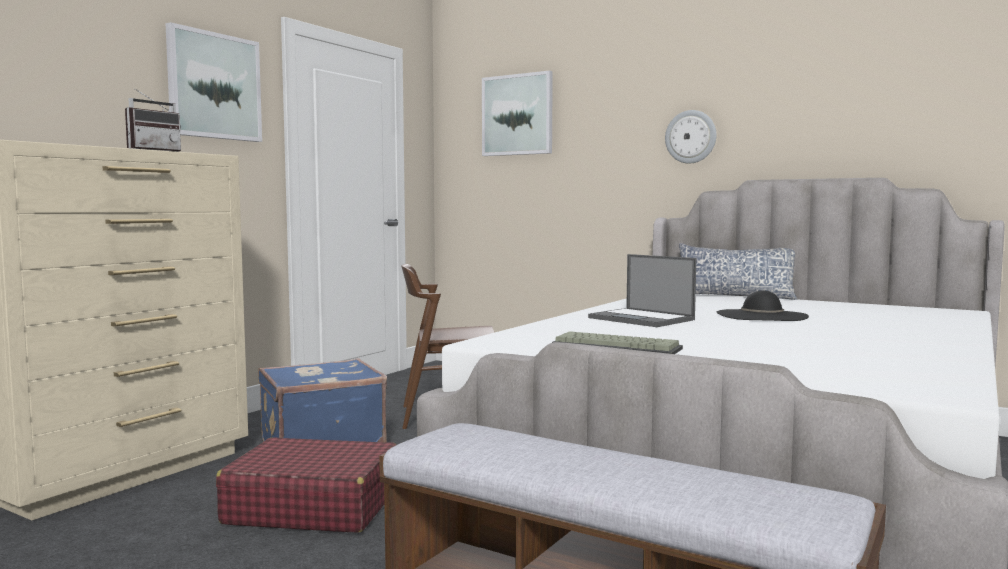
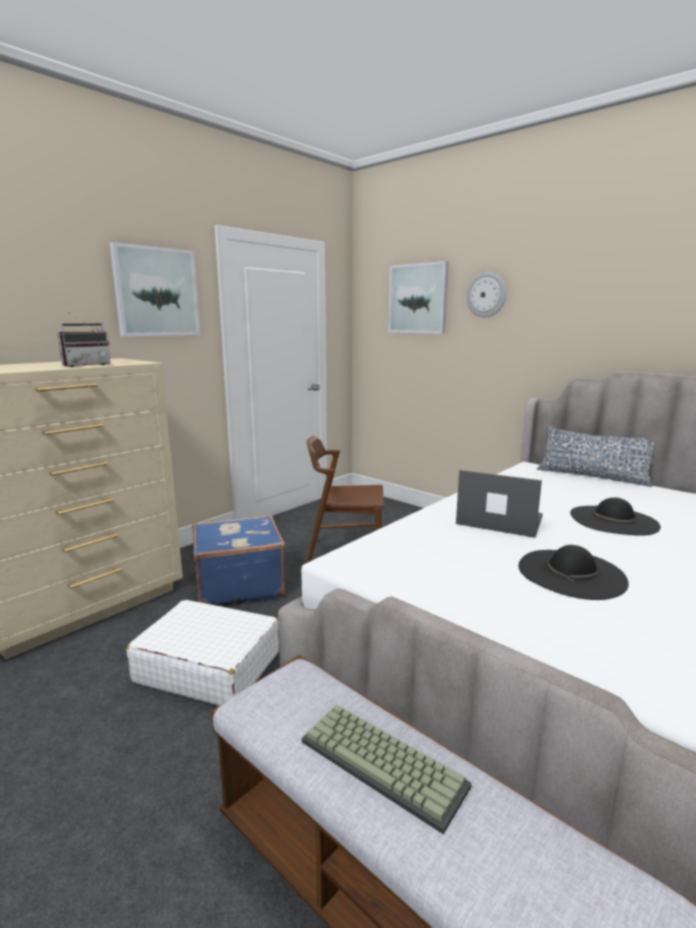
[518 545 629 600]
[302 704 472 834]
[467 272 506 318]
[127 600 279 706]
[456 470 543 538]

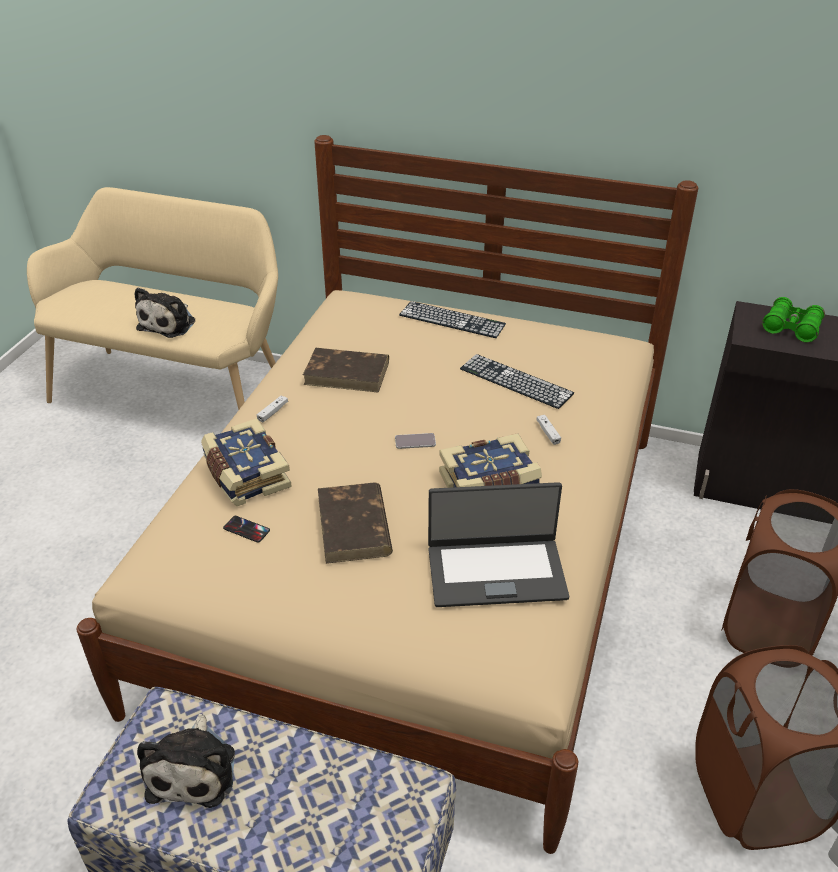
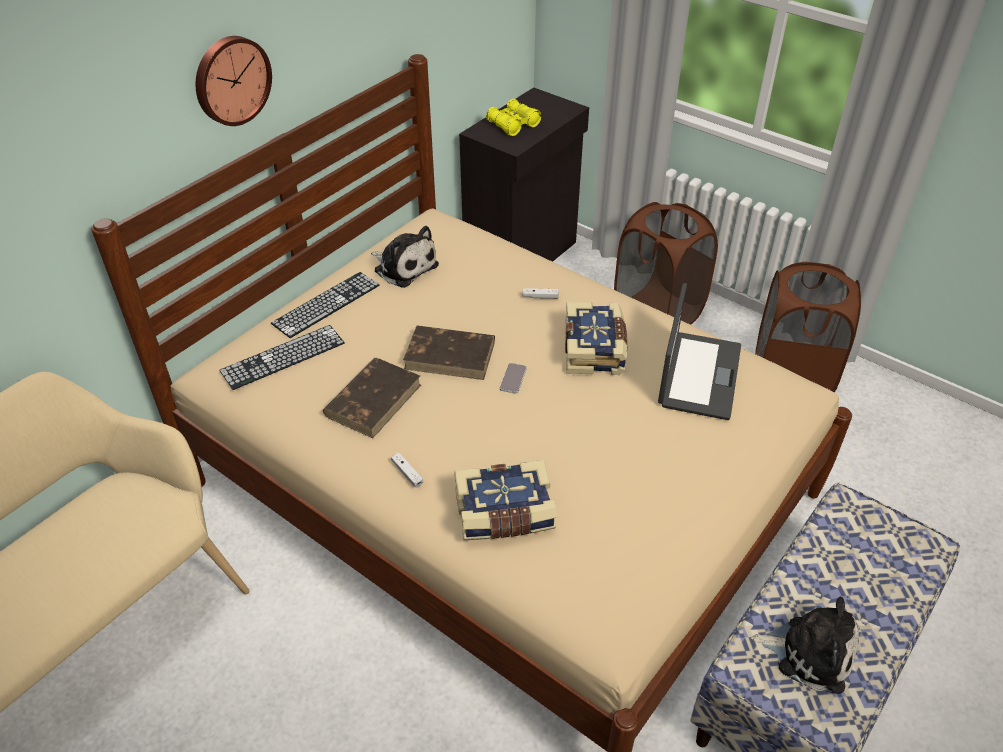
[223 516 270 543] (first image)
[196 36 272 126]
[371 226 439 288]
[403 325 495 380]
[219 325 345 390]
[486 99 542 136]

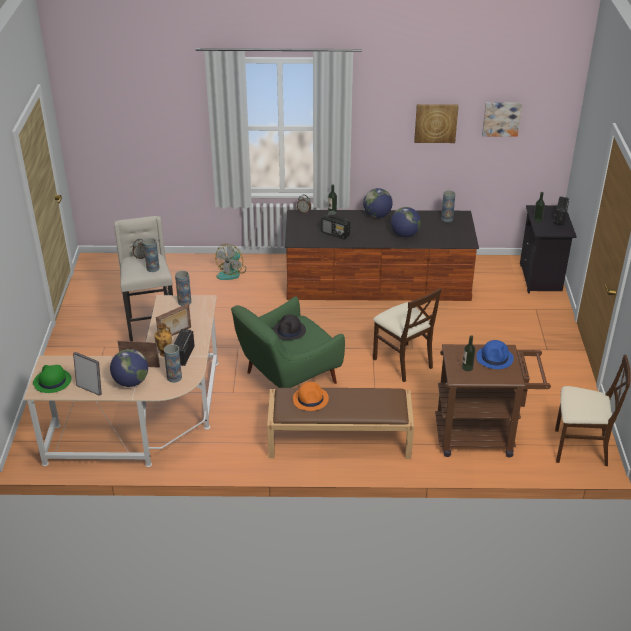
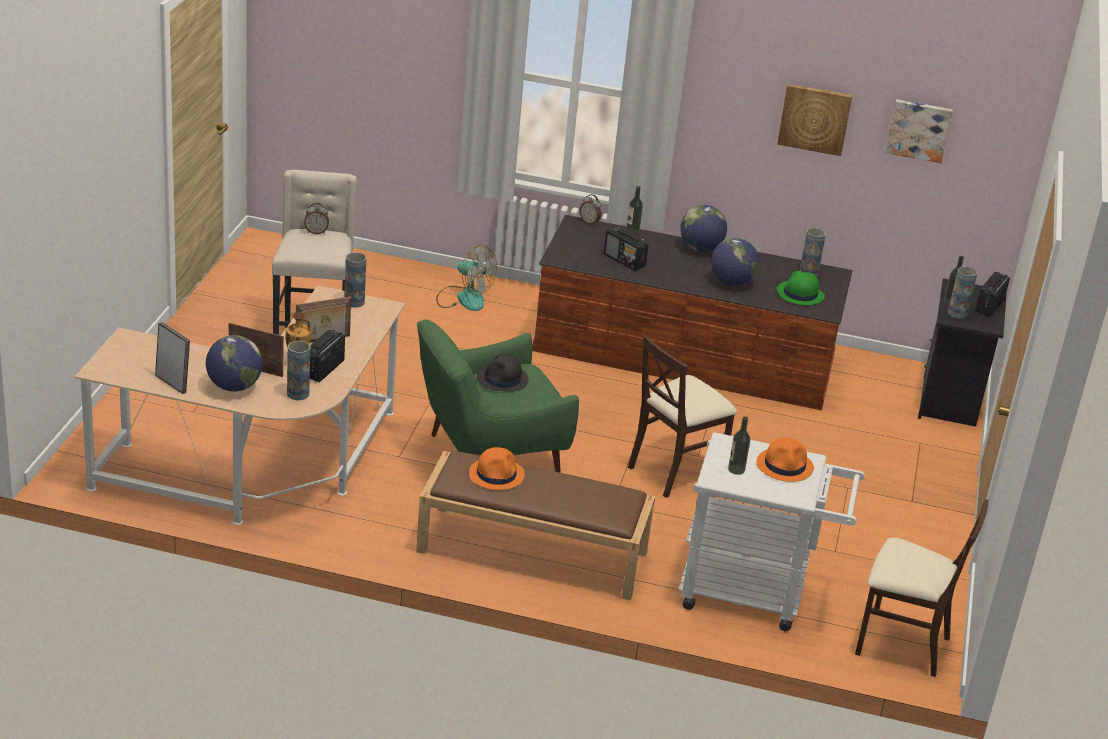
[777 271 825 305]
[948 266 977 319]
[678 432 865 632]
[756 437 814 482]
[436 244 497 311]
[628 335 737 498]

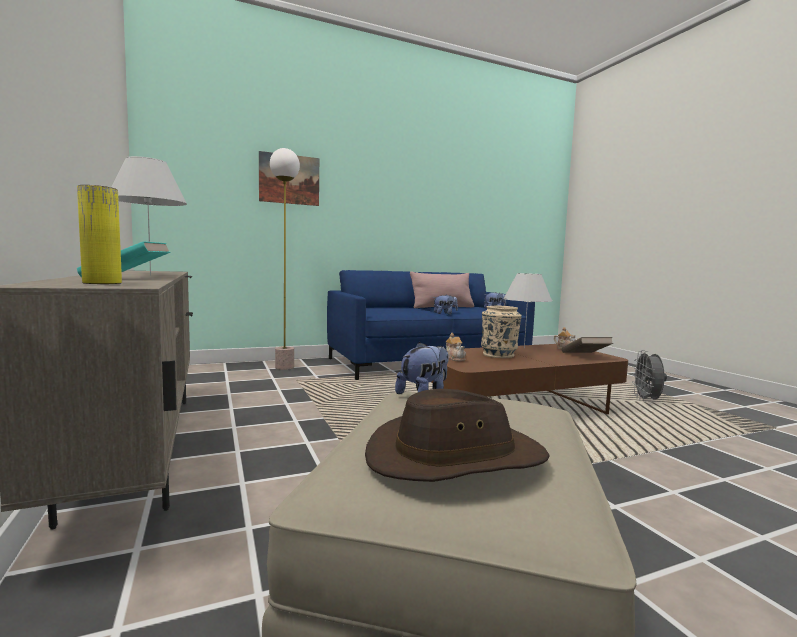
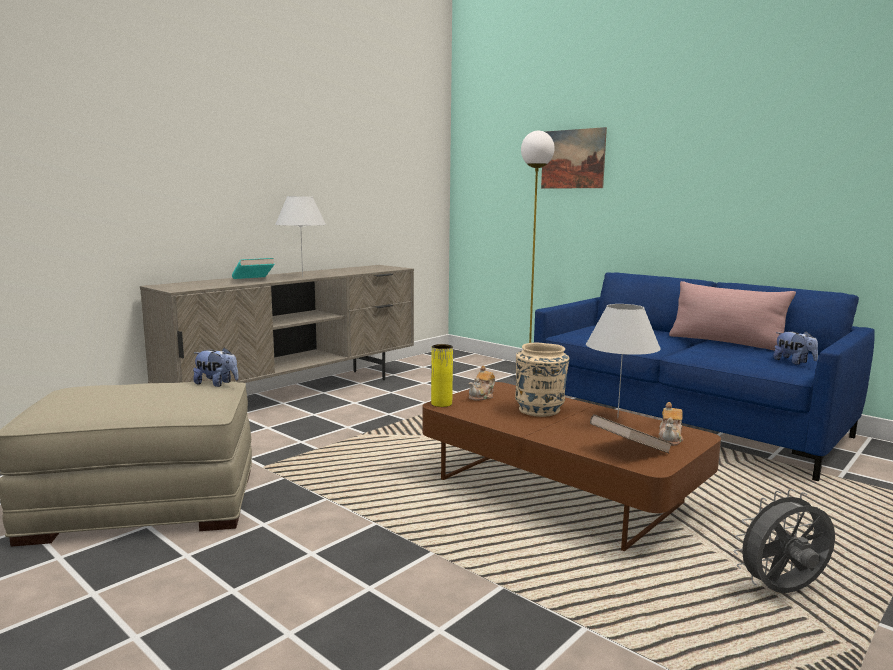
[365 389 550 482] (first image)
[433 295 458 314] (first image)
[431 344 453 407]

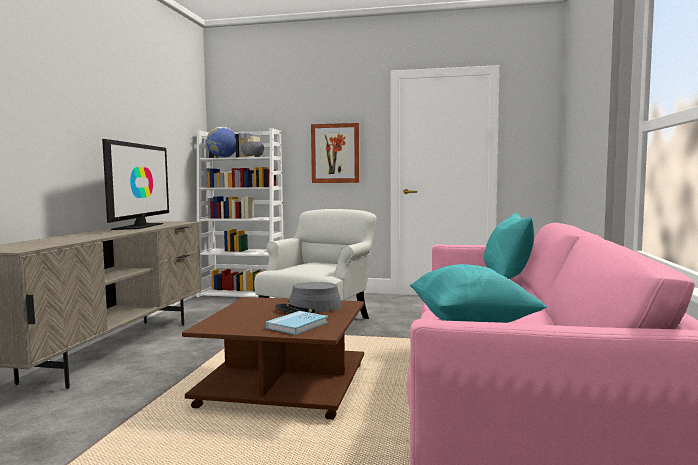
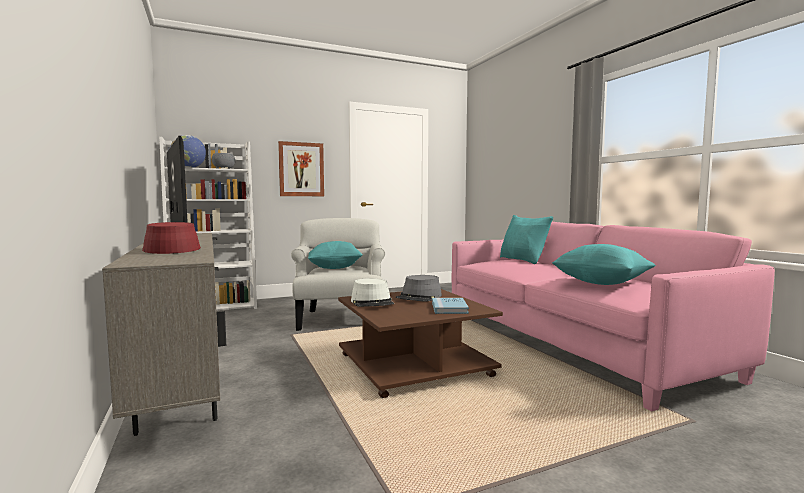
[142 222 201 254]
[308 241 363 269]
[351 278 394 307]

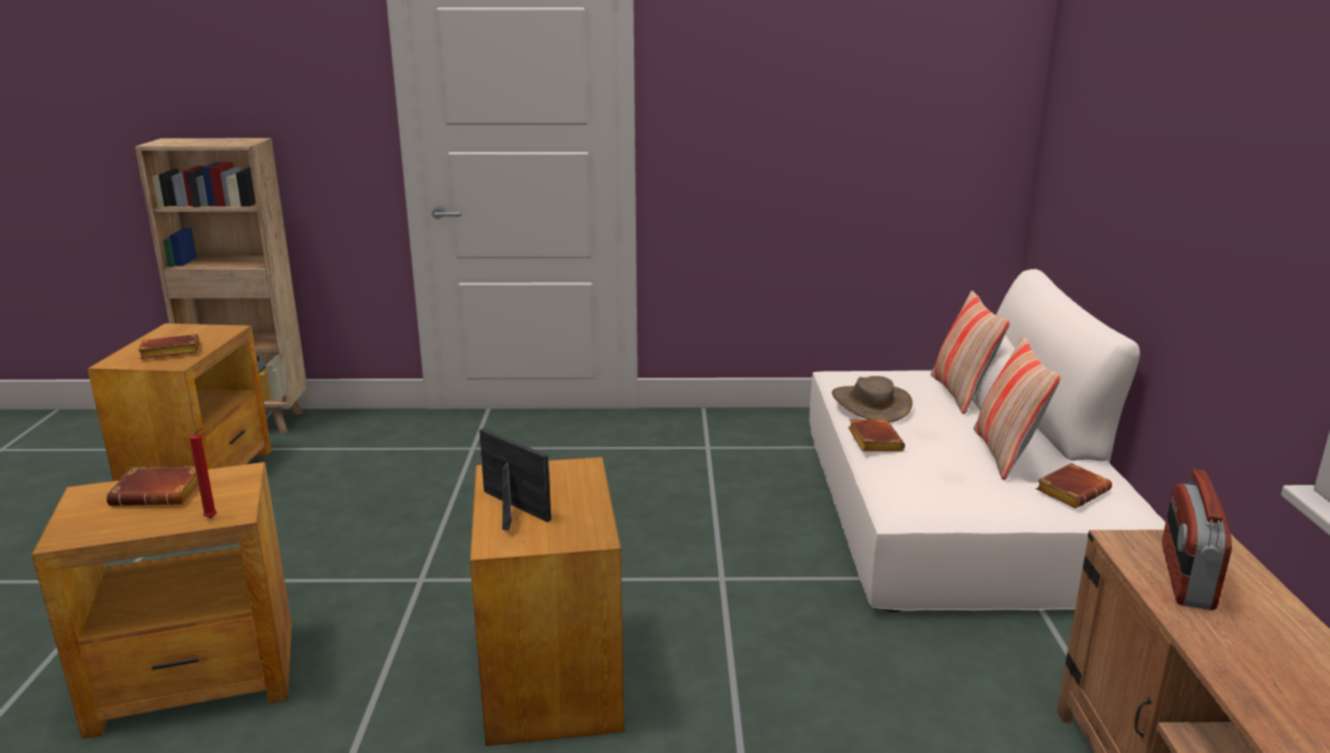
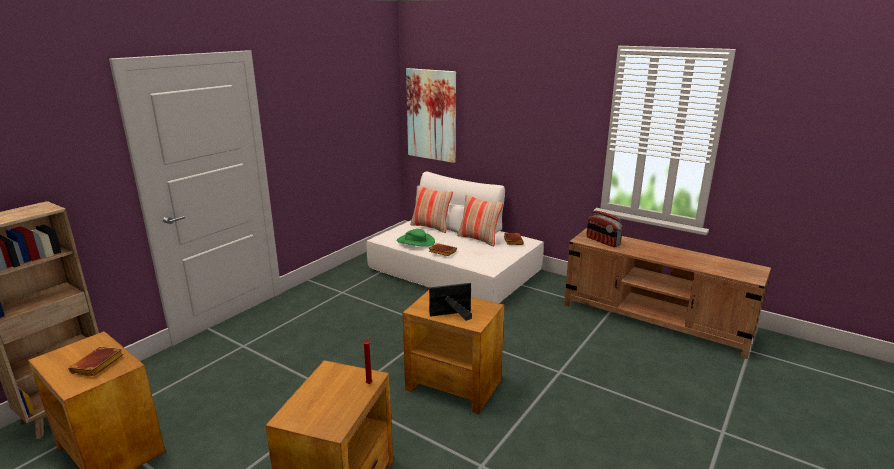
[106 467 198 506] (first image)
[406 68 456 163]
[397 229 435 247]

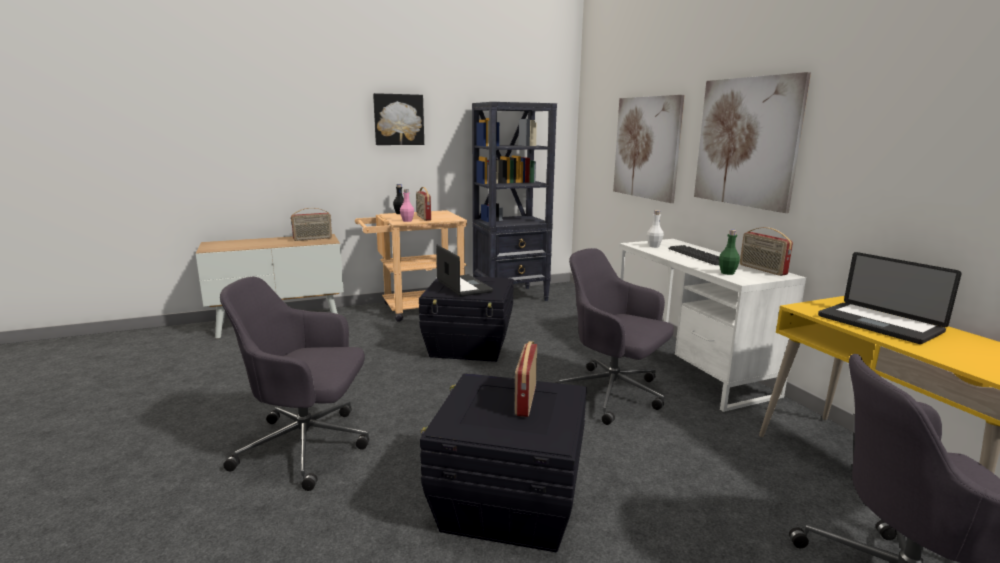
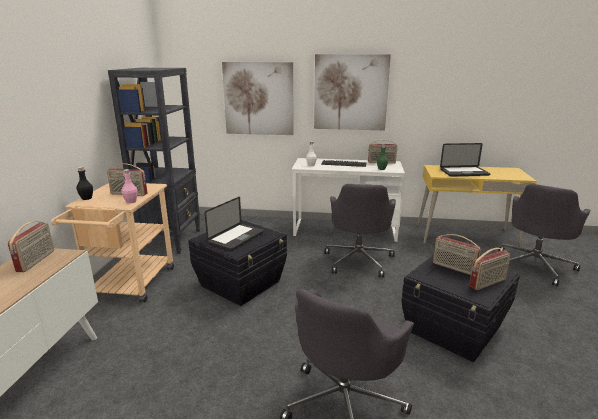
[373 93 424 145] (first image)
[469 248 511 290]
[205 197 264 251]
[325 184 396 278]

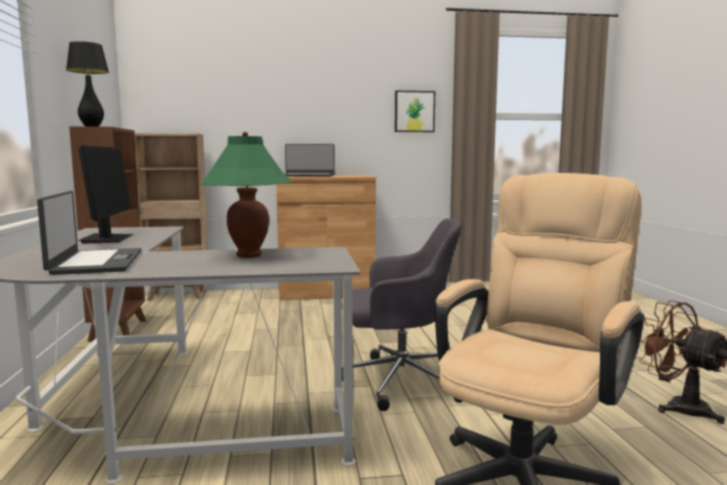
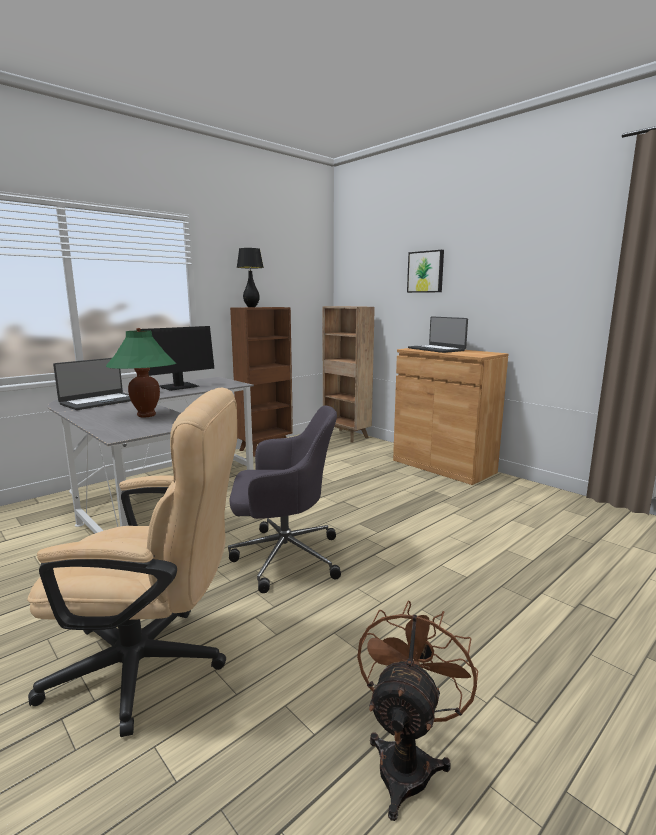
[407 250 444 293]
[228 405 341 593]

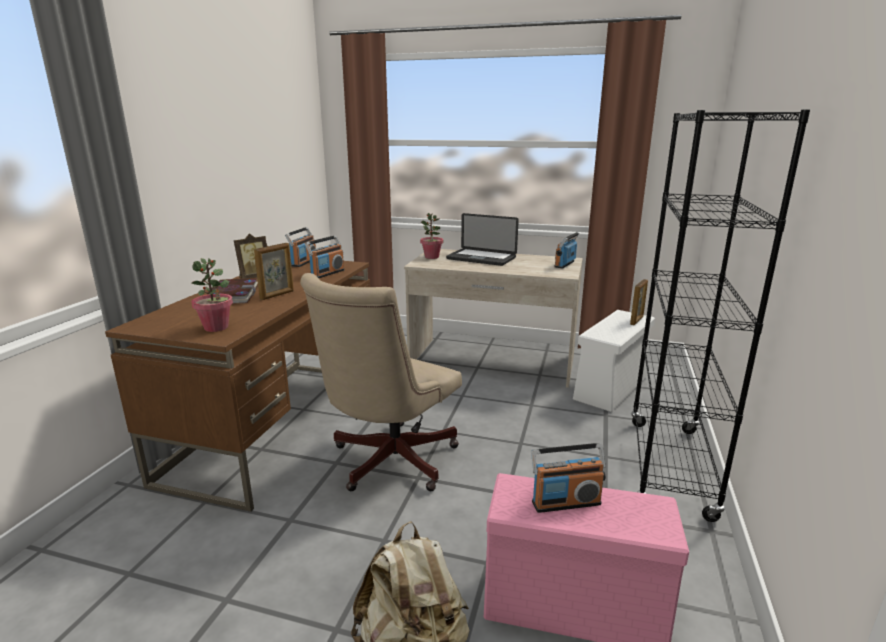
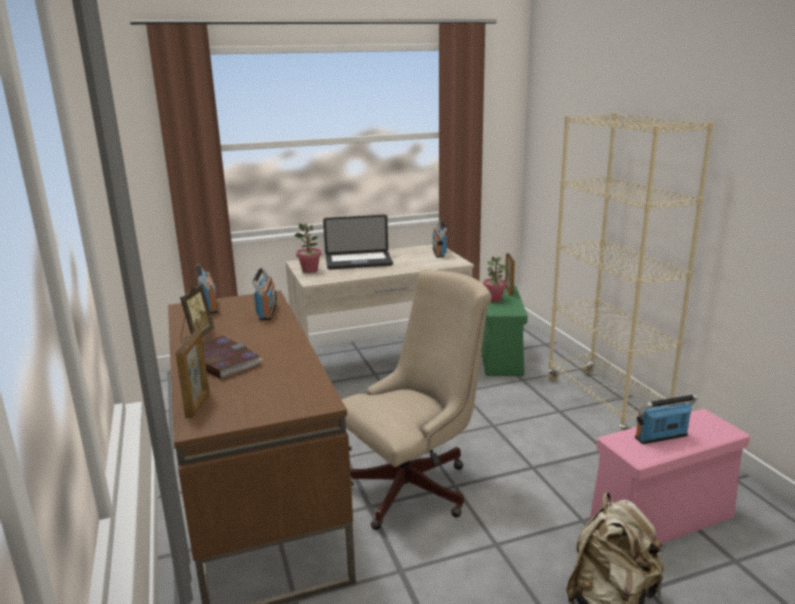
[483 257 507 302]
[176 331 209 418]
[481 285 528 376]
[547 113 714 431]
[341 269 492 530]
[635 394 698 444]

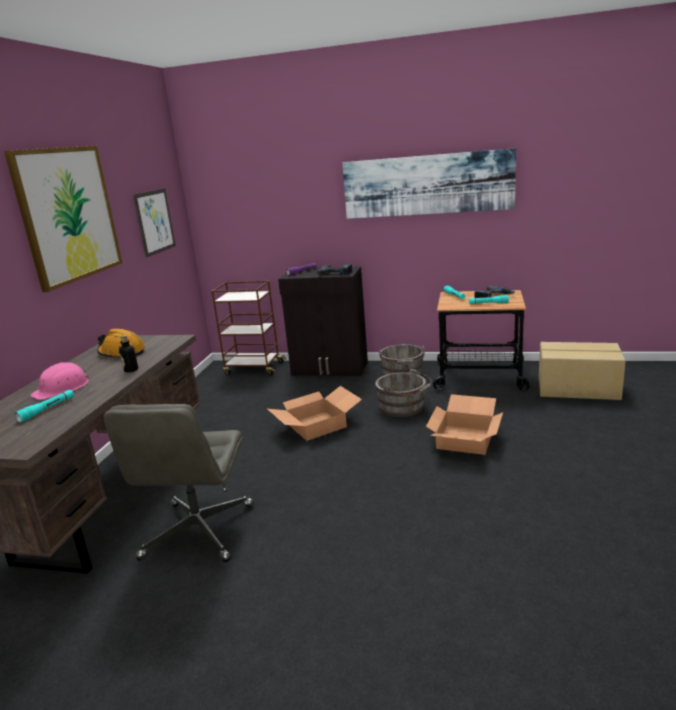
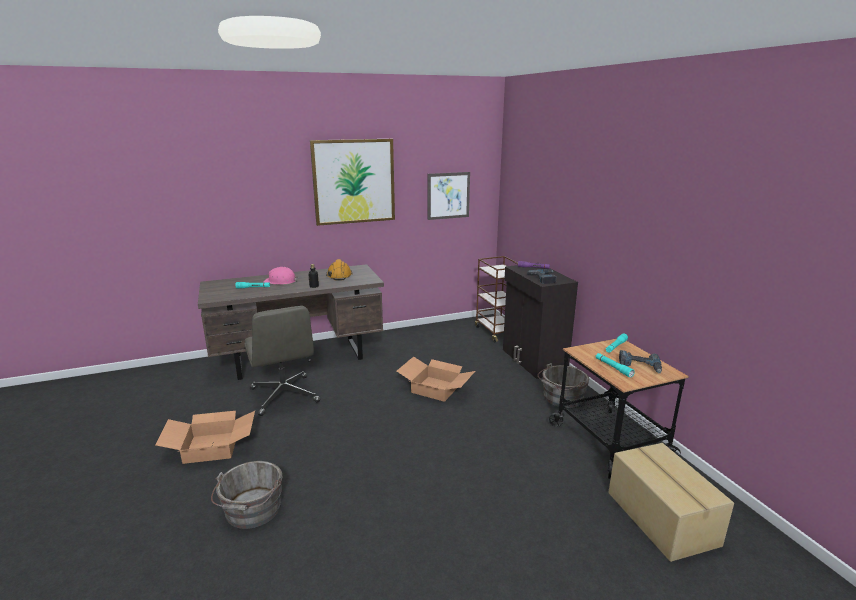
[342 148 516 219] (first image)
[211 461 282 529]
[155 411 255 464]
[245 306 320 416]

